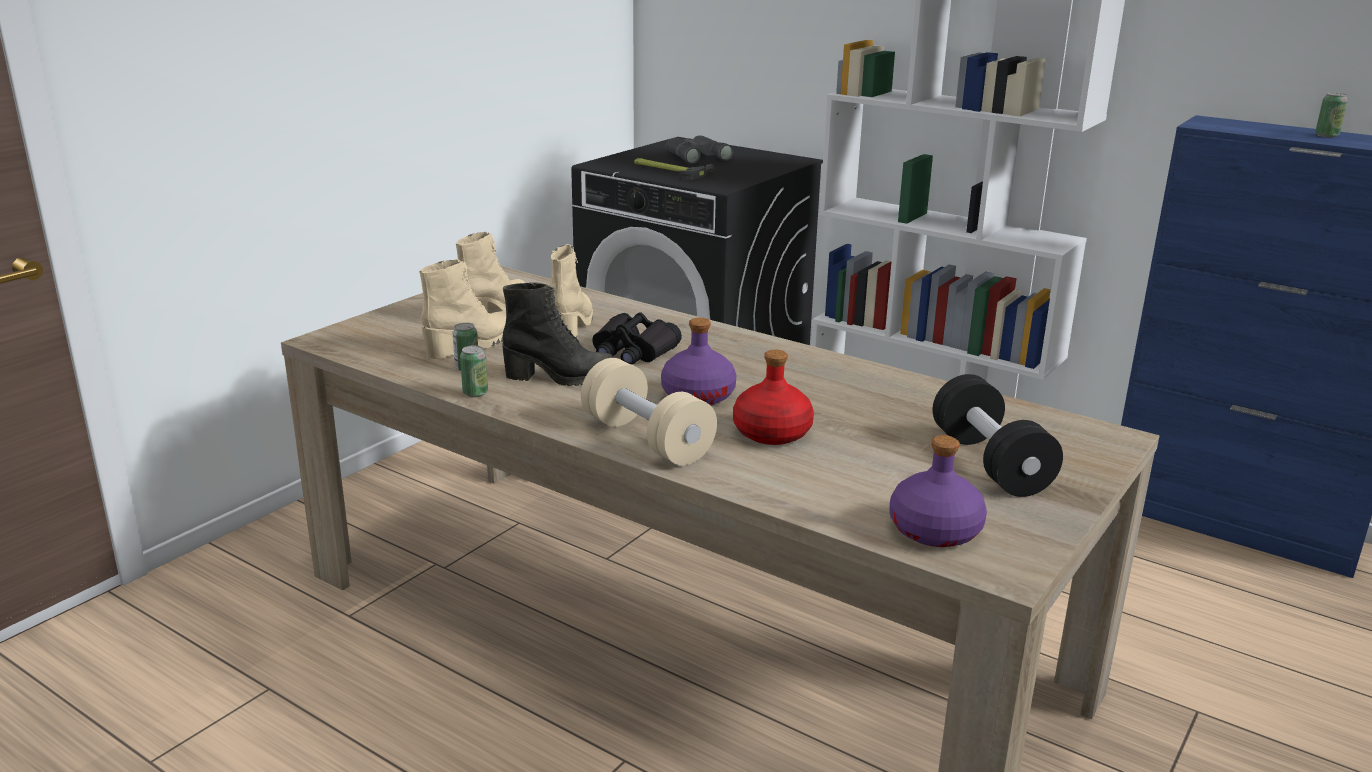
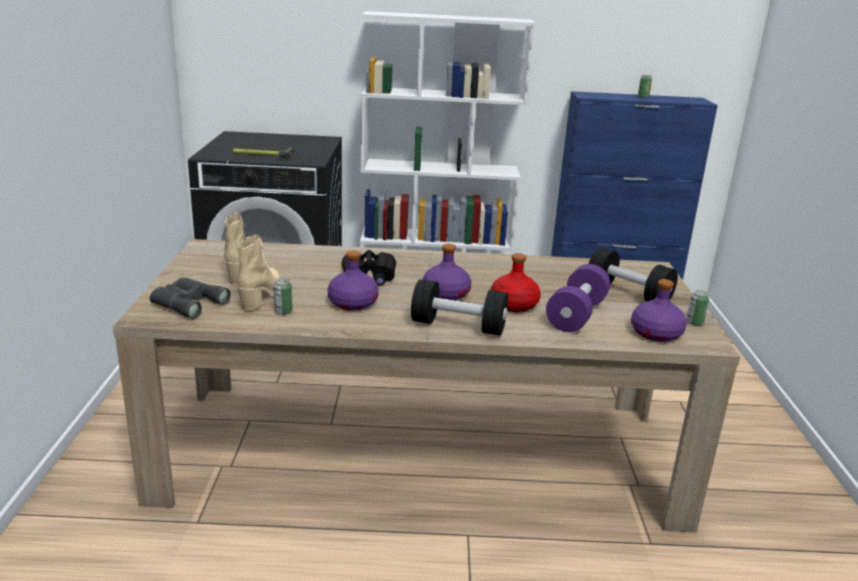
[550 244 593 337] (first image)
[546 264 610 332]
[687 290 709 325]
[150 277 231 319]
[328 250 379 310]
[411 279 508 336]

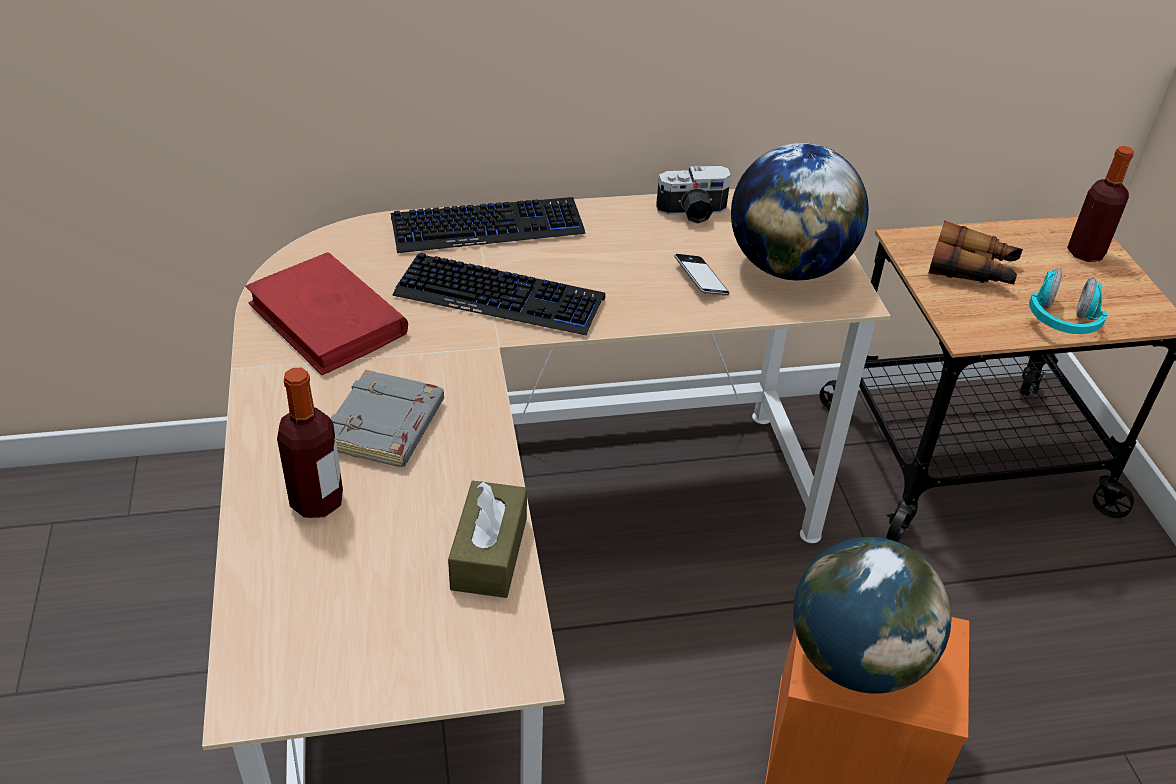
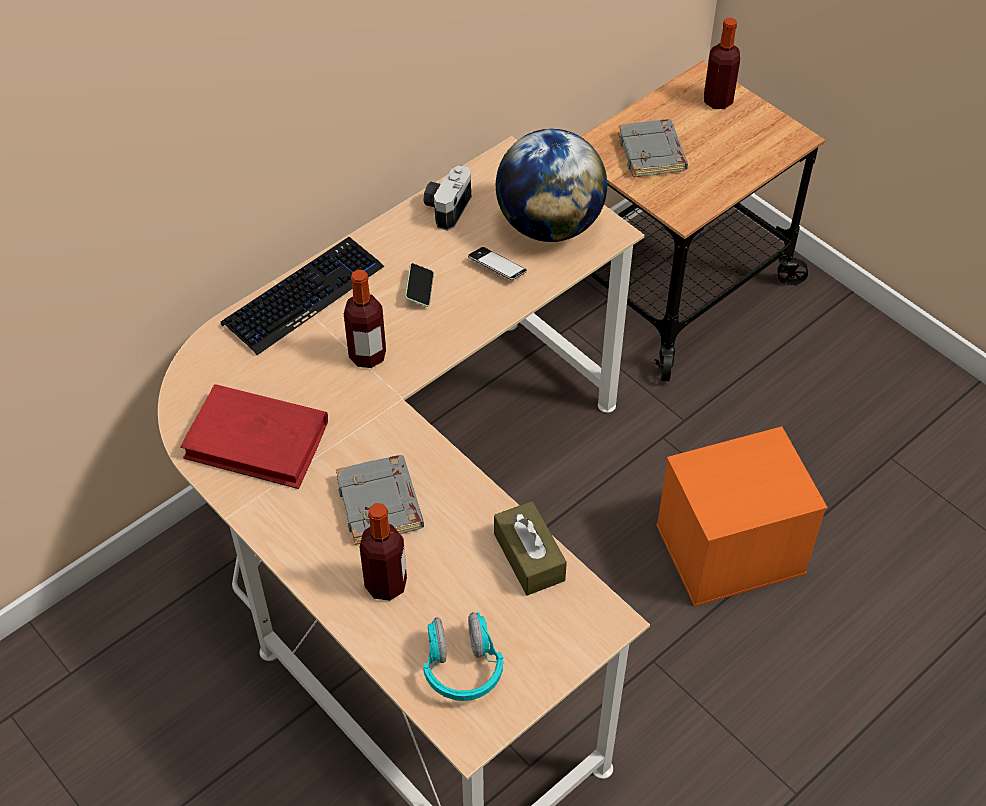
[793 537 952 693] (first image)
[405 263 434 307]
[423 612 503 701]
[344 270 386 368]
[618 119 688 178]
[423 165 471 231]

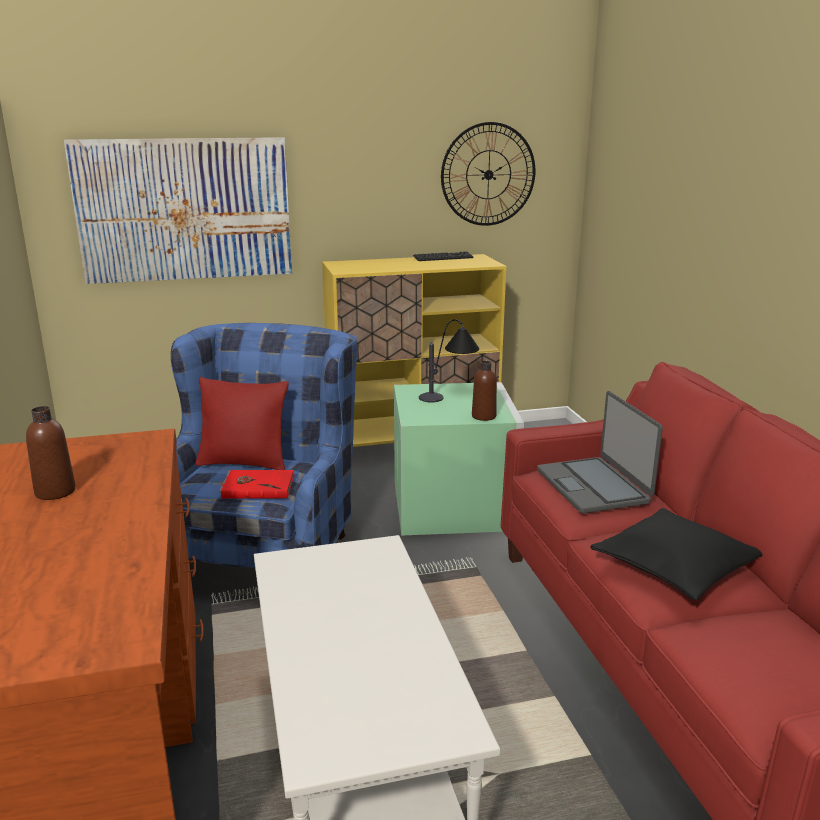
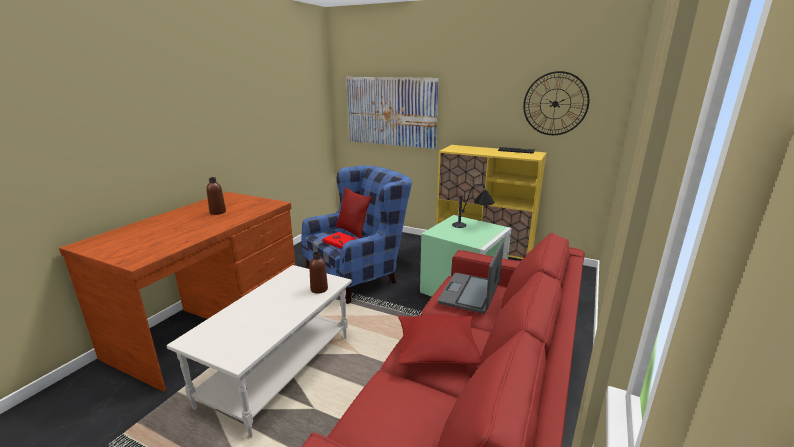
[309 252 328 294]
[398 315 482 365]

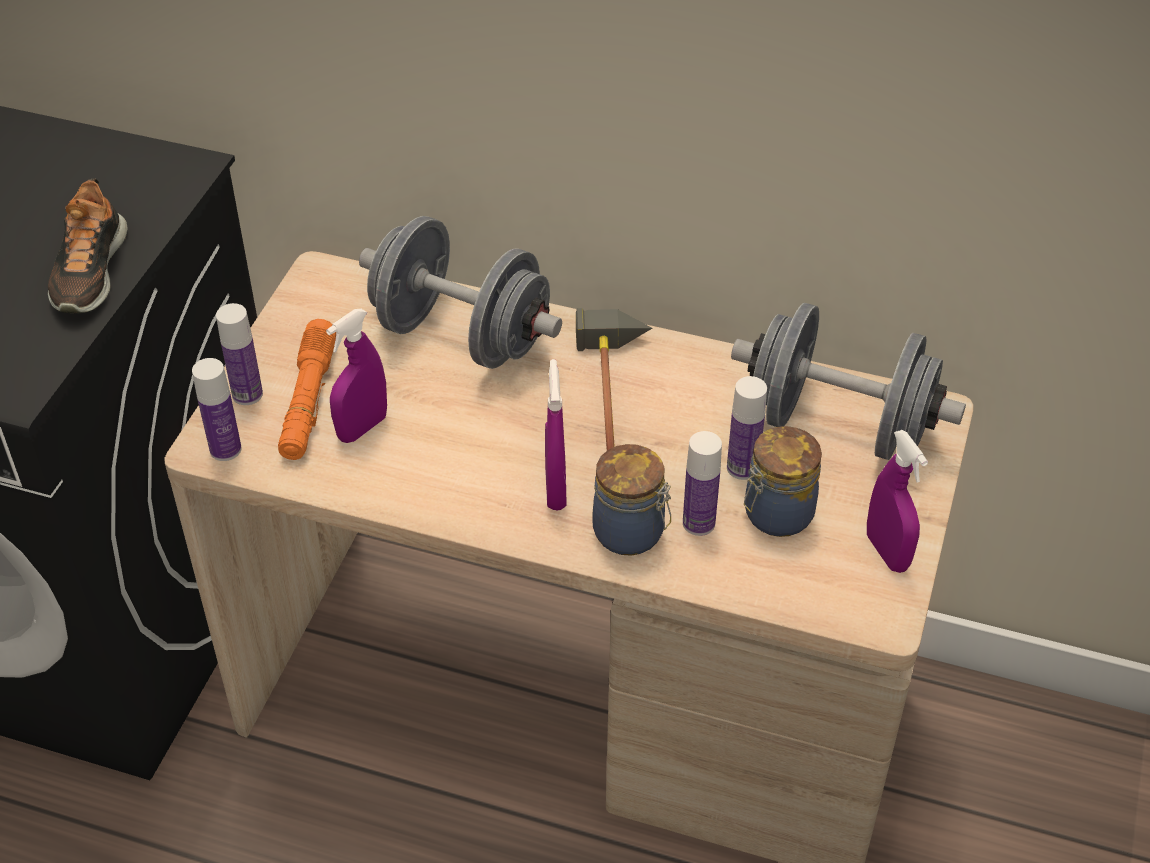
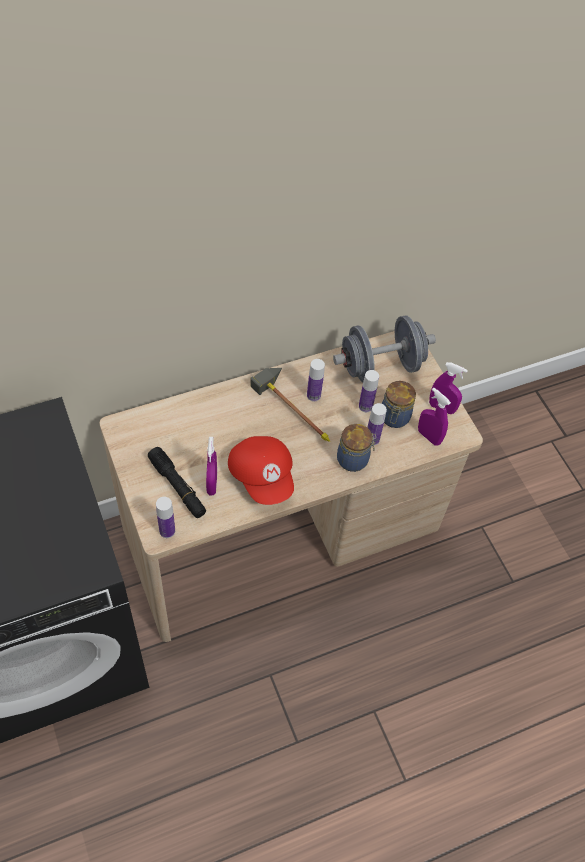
[48 178 128 314] (first image)
[359 216 562 369] (first image)
[228 436 294 505]
[307 359 325 401]
[418 388 451 446]
[148 447 206 518]

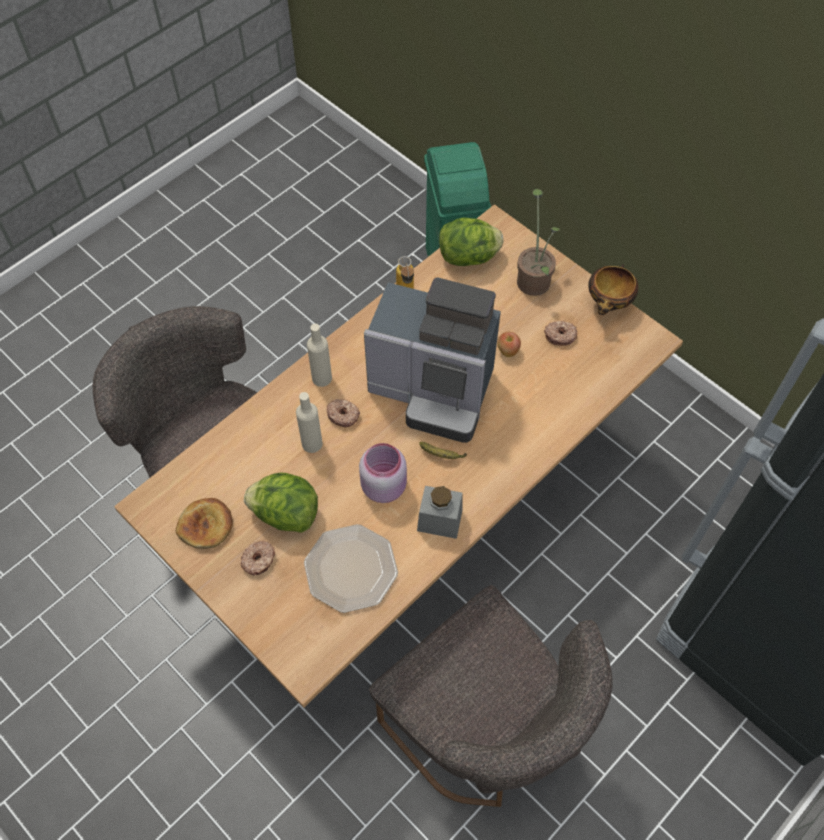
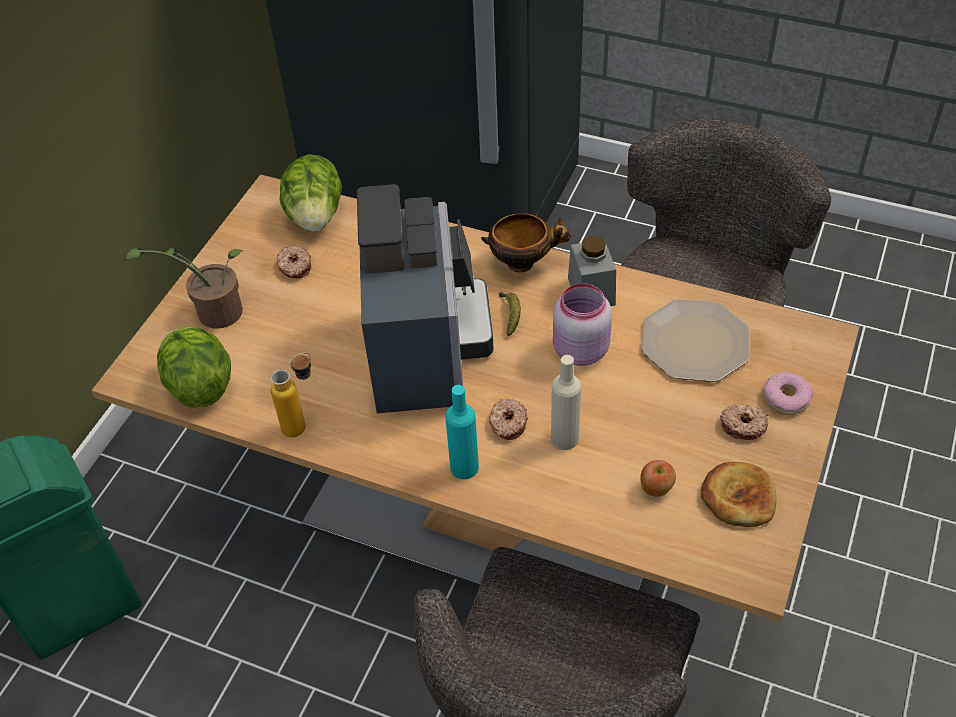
[764 372 813 415]
[280 154 342 232]
[640 460 676 497]
[481 213 571 273]
[445 385 479 479]

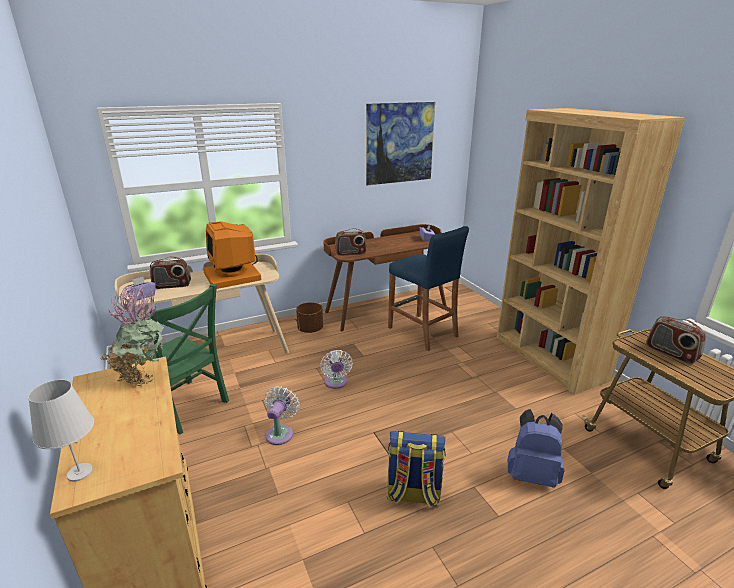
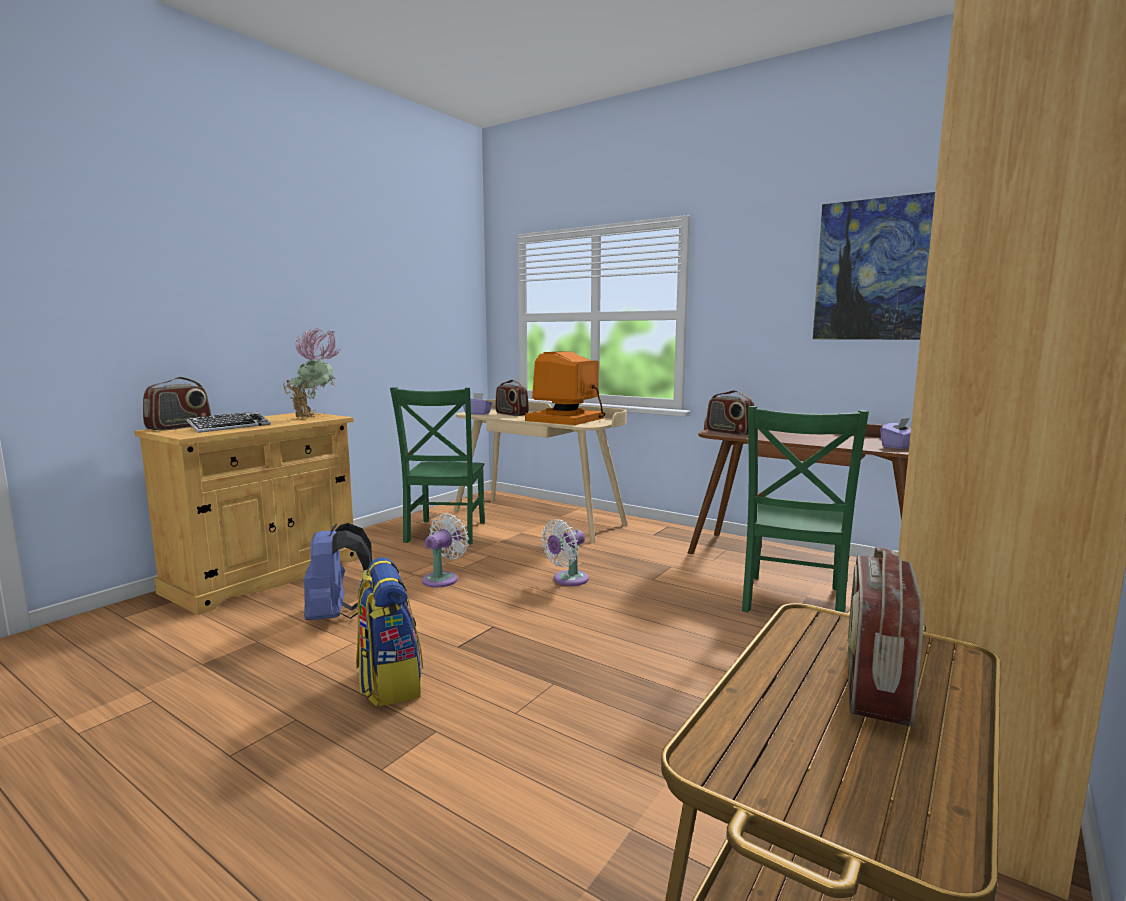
[296 302 323 333] (first image)
[186 412 271 433]
[304 523 372 620]
[143 377 211 431]
[742 406 869 613]
[422 513 469 587]

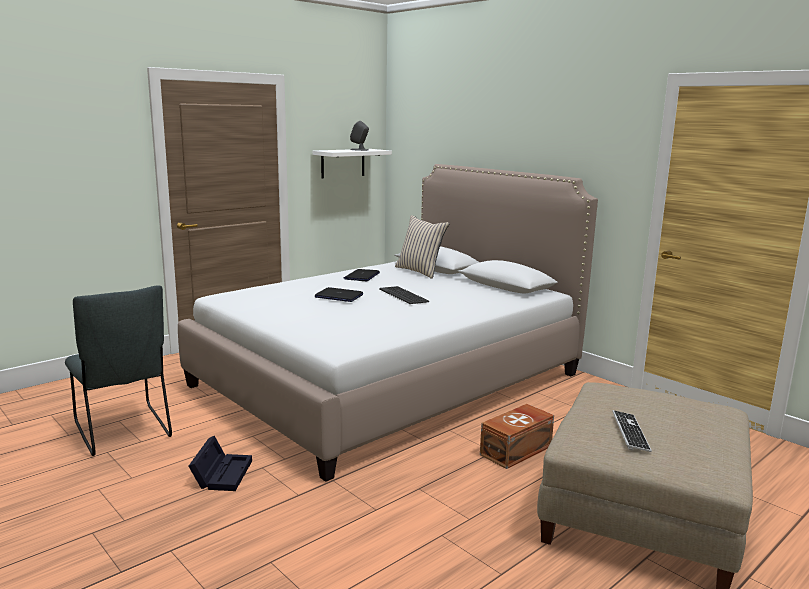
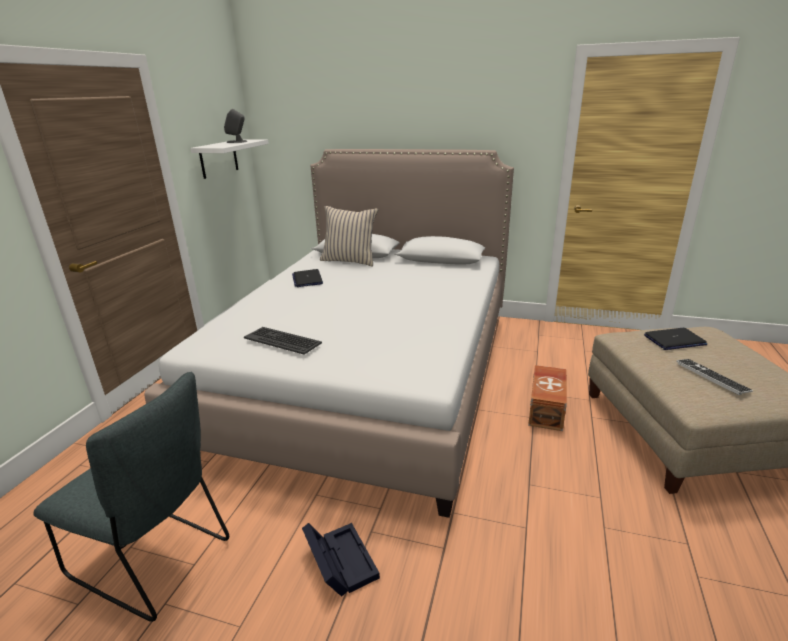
[644 328 707 350]
[244 327 322 355]

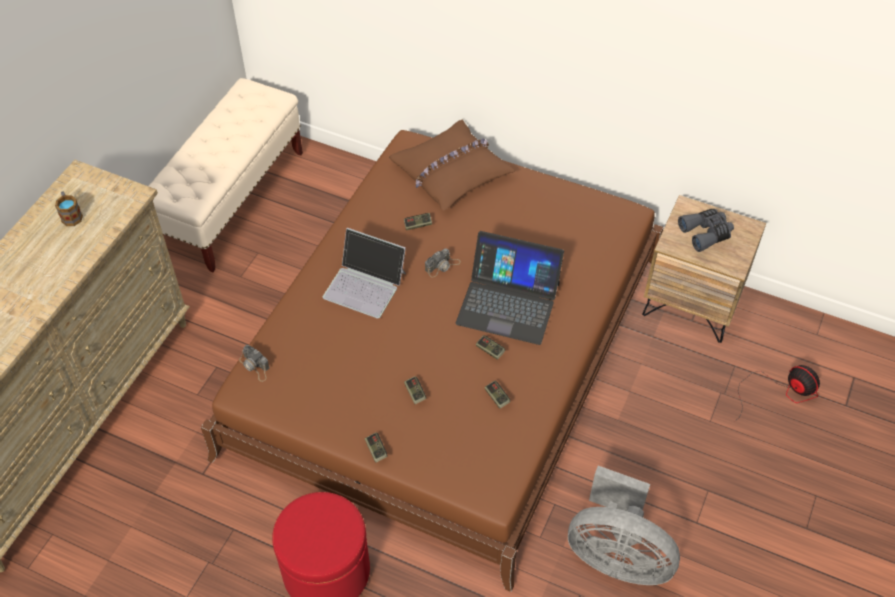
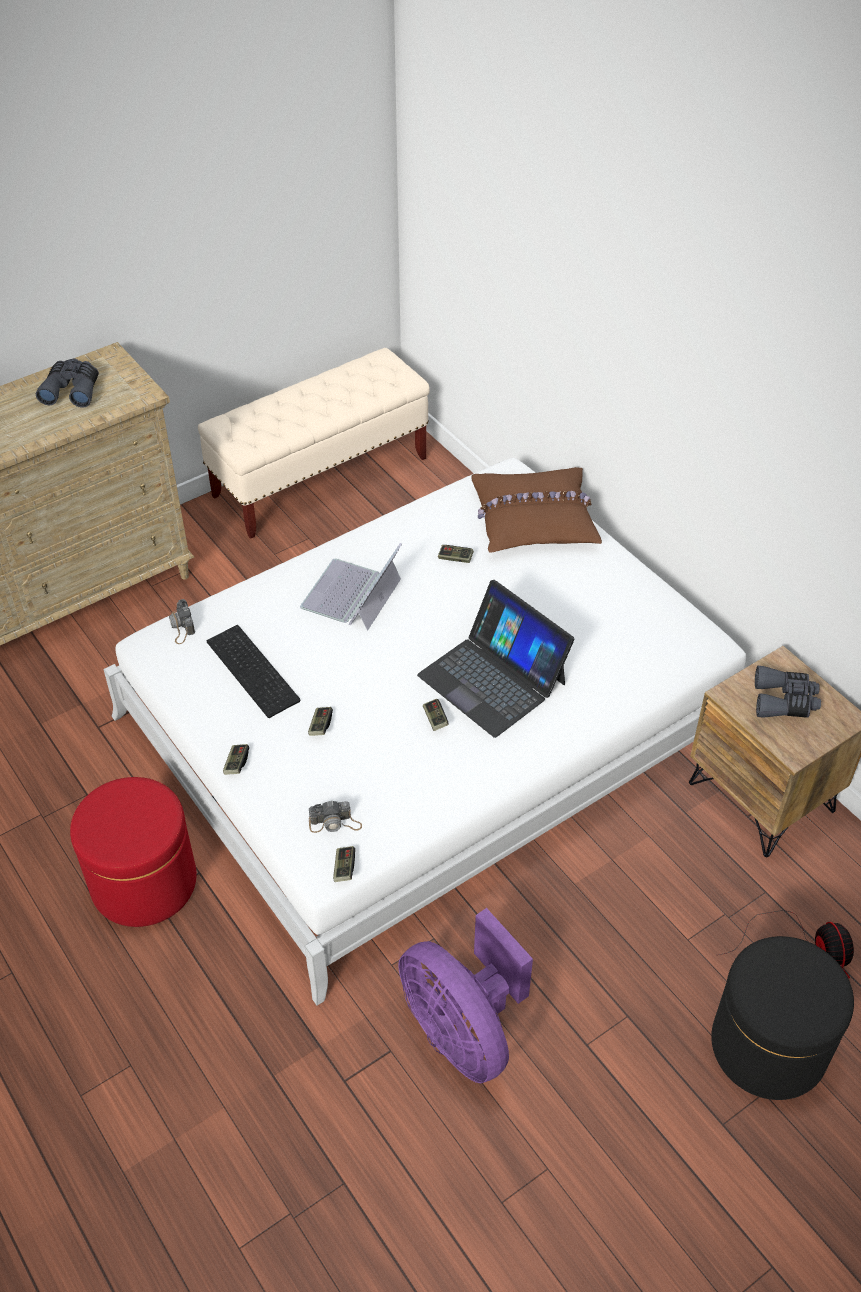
[207 625 301 718]
[711 936 854 1100]
[309 800 362 833]
[333 846 355 882]
[36 359 99 408]
[103 458 746 1006]
[398 908 533 1083]
[300 543 402 631]

